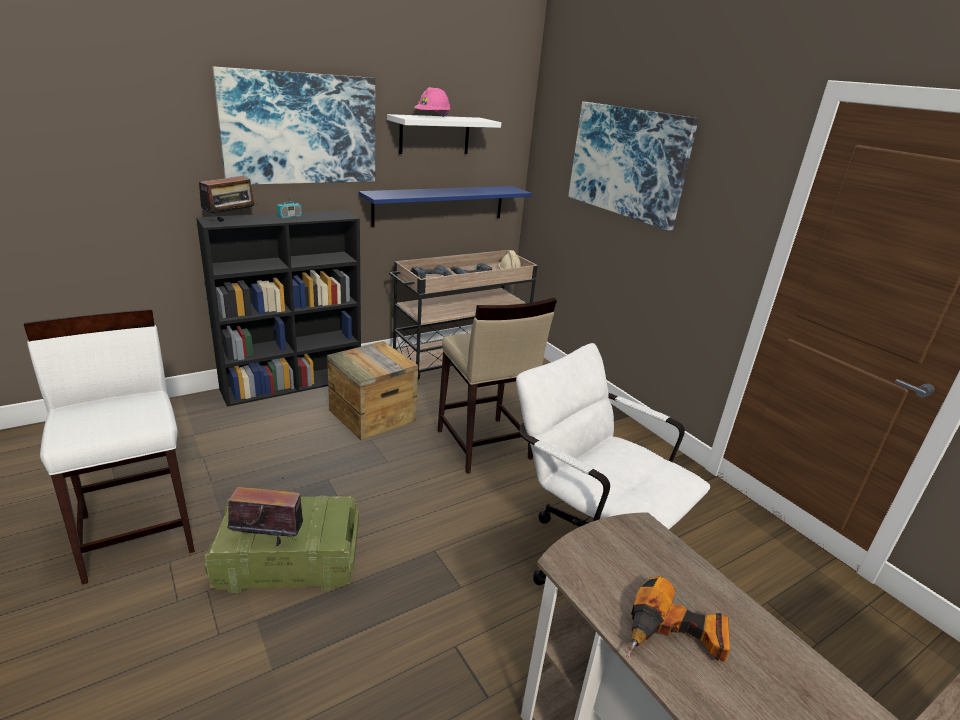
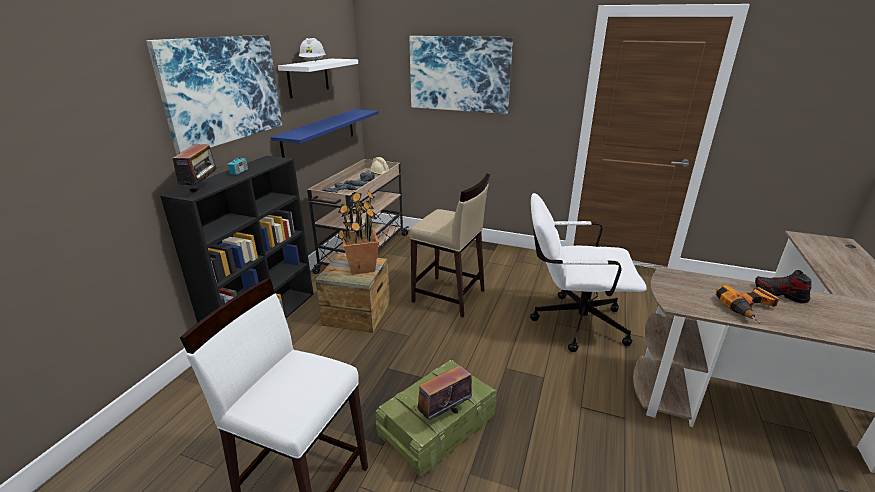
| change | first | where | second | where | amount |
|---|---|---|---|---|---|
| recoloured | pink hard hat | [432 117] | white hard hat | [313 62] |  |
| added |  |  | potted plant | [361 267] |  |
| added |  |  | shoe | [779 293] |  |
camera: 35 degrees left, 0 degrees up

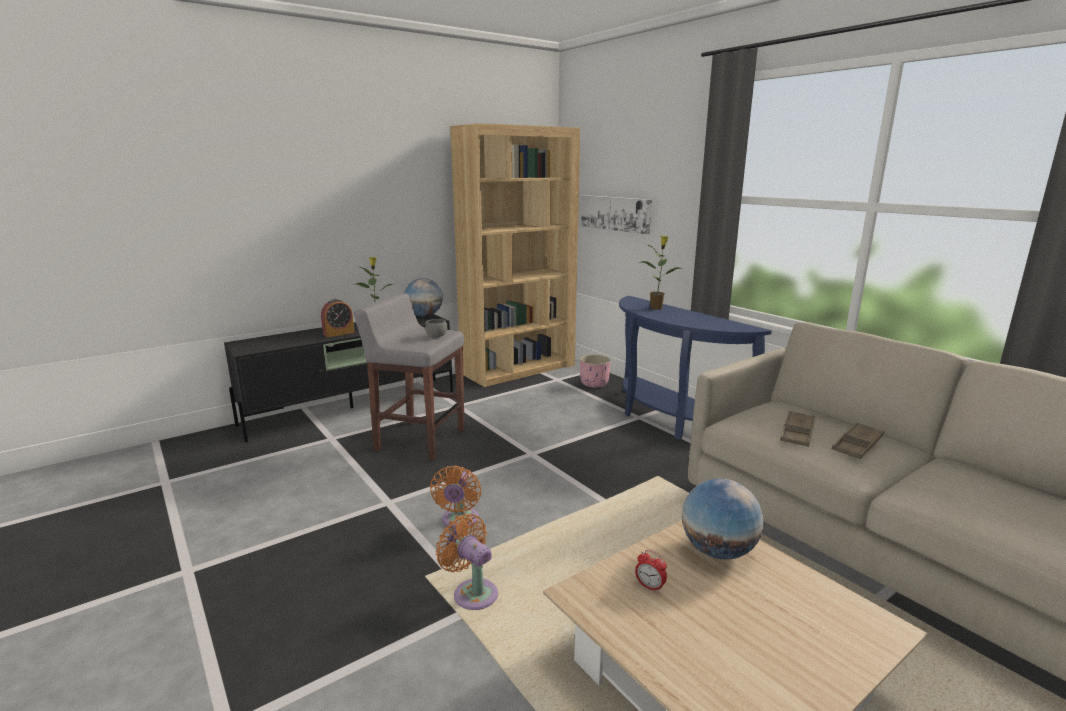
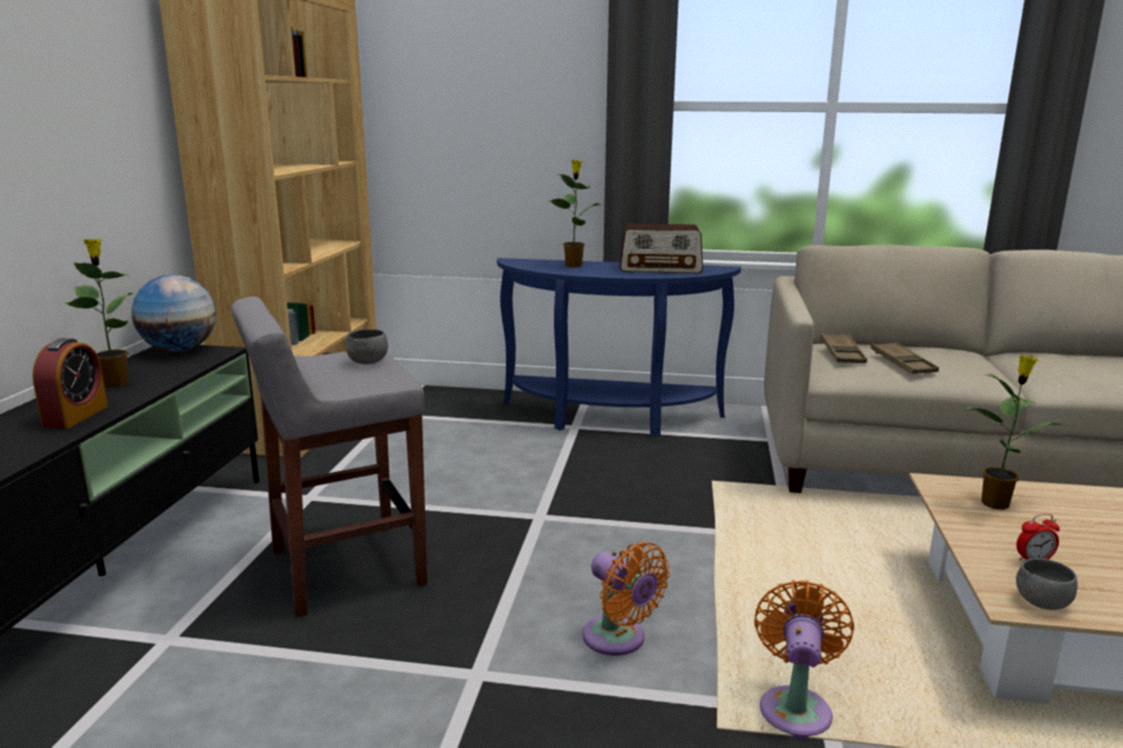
| change | first | where | second | where | amount |
|---|---|---|---|---|---|
| turned | orange fan | [472 592] |  | [795 707] | 105 degrees clockwise |
| removed | pink planter | [594 384] |  |  |  |
| removed | picture | [615 213] |  |  |  |
| replaced | globe | [717 551] | potted plant | [996 503] |  |
| moved | brown tray | [857 445] |  | [842 353] |  |
| added |  |  | radio | [661 268] |  |
| added |  |  | grey bowl | [1041 603] |  |
camera: 45 degrees left, 0 degrees up

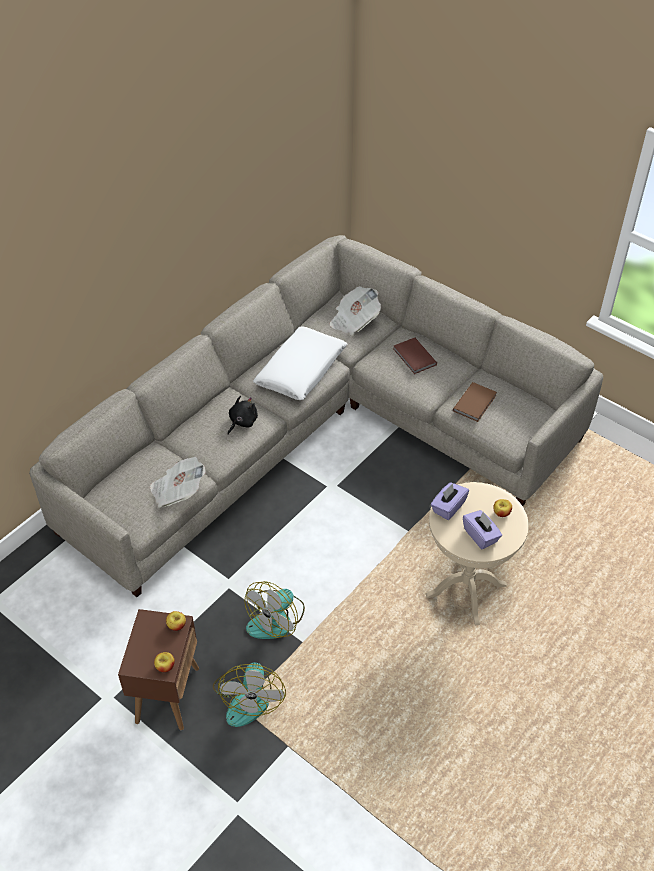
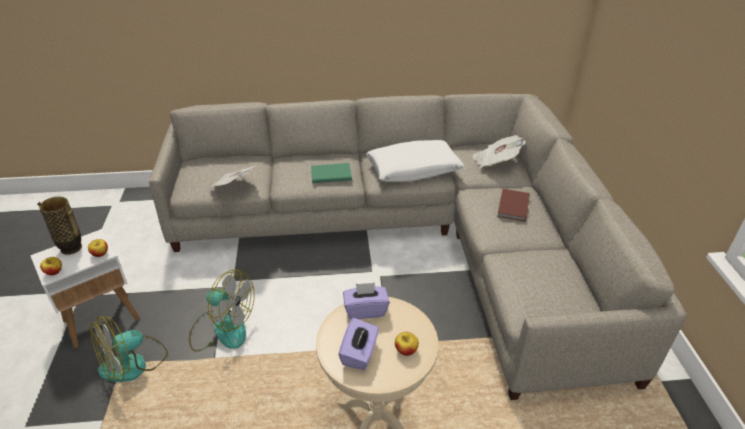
| change | first | where | second | where | amount |
|---|---|---|---|---|---|
| recoloured | brown side table | [167 694] | white side table | [102 319] |  |
| replaced | black plush toy | [242 422] | green book | [330 174] |  |
| turned | fan | [276 619] |  | [222 328] | 150 degrees counterclockwise |
| removed | brown book | [476 403] |  |  |  |
| added |  |  | vase | [71 248] |  |
camera: 45 degrees right, 10 degrees down

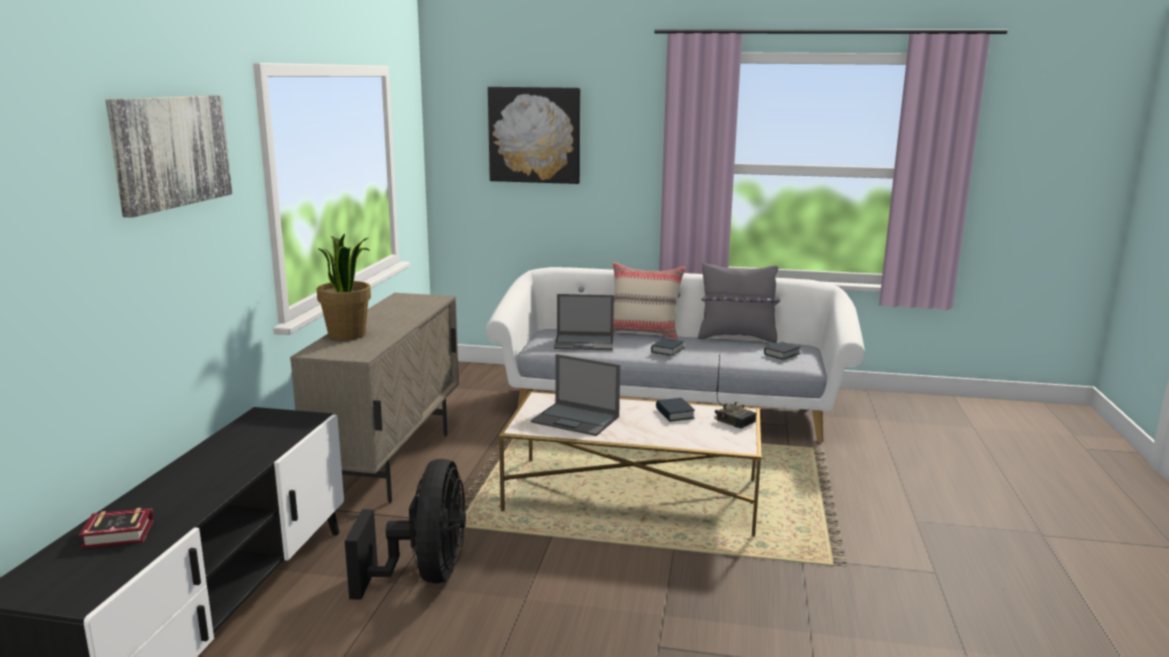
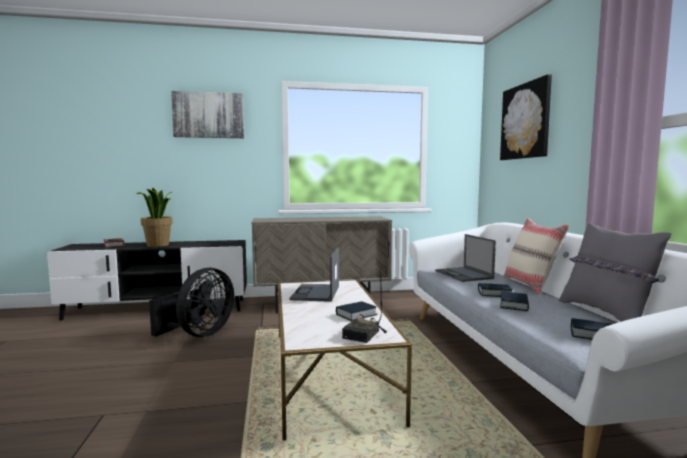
| change | first | where | second | where | amount |
|---|---|---|---|---|---|
| moved | potted plant | [348 335] |  | [158 245] |  |
| turned | black fan | [425 575] |  | [199 334] | 45 degrees counterclockwise |
| added |  |  | book | [514 305] |  |
camera: 70 degrees right, 10 degrees down

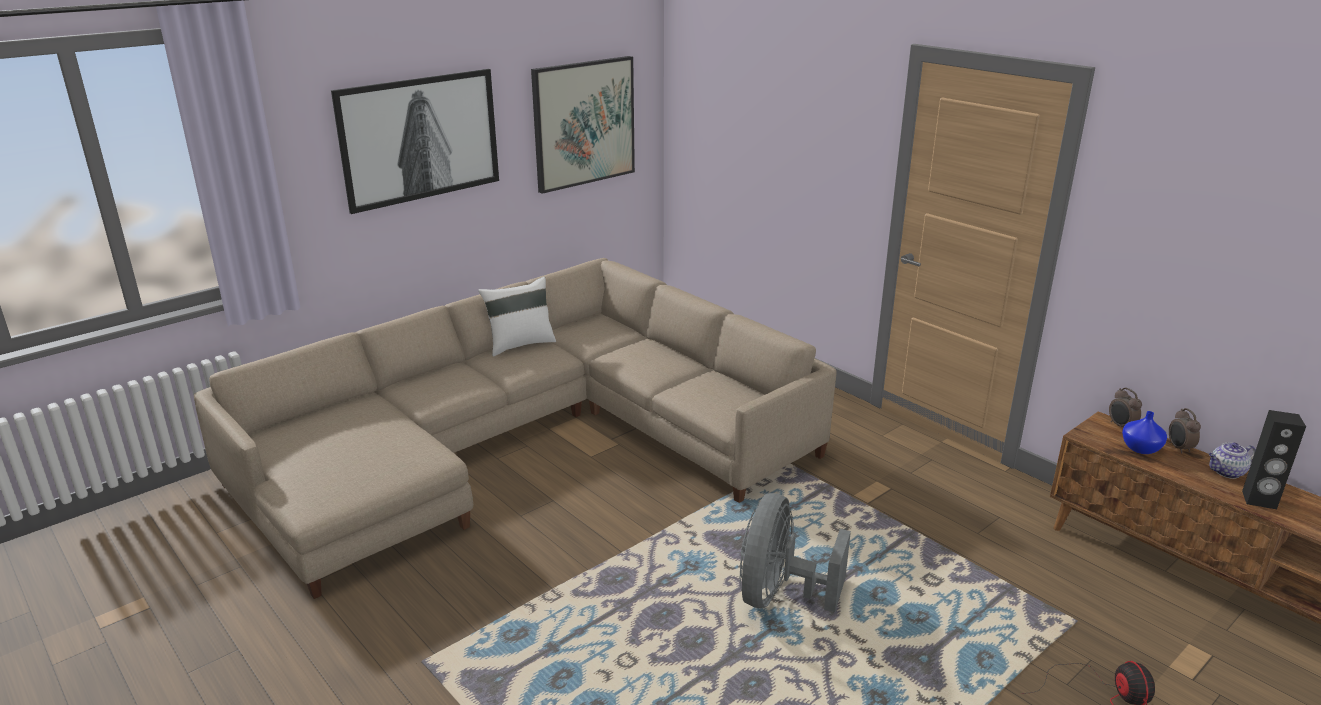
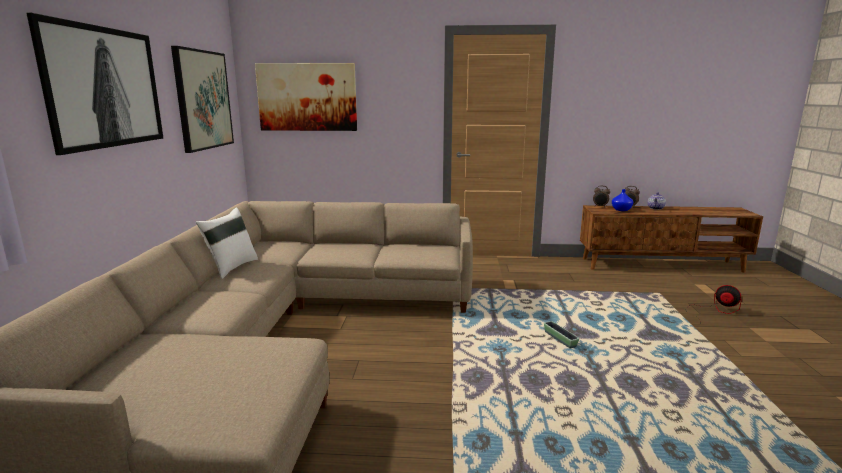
| change | first | where | second | where | amount |
|---|---|---|---|---|---|
| replaced | grey fan | [779 595] | planter | [560 340] |  |
| removed | black speaker | [1259 500] |  |  |  |
| added |  |  | picture | [307 97] |  |
camera: 45 degrees left, 10 degrees down

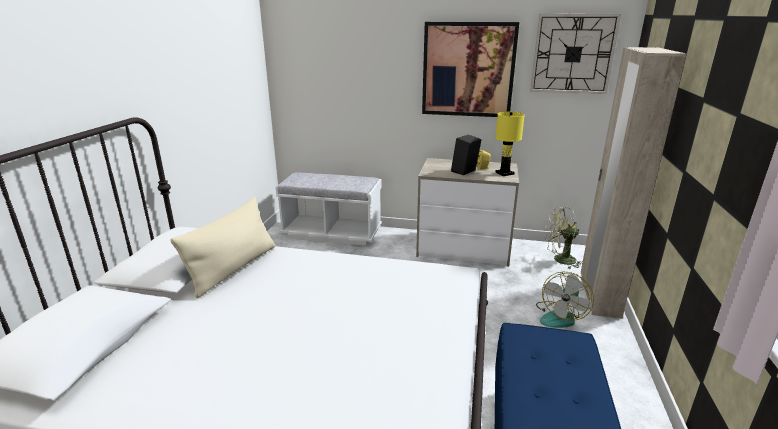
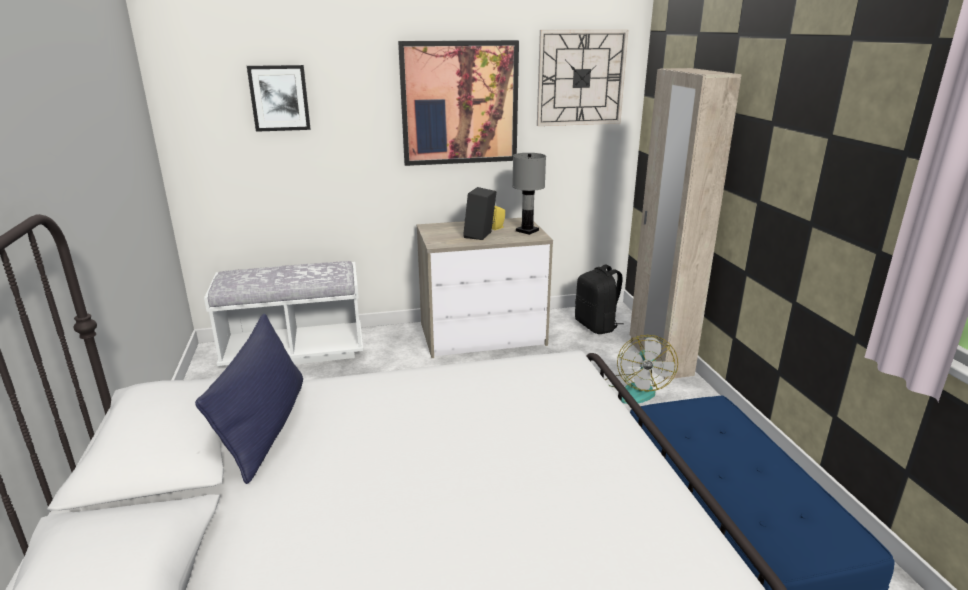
| change | first | where | second | where | amount |
|---|---|---|---|---|---|
| recoloured | beige pillow | [233 268] | blue pillow | [266 427] |  |
| recoloured | yellow table lamp | [504 173] | grey table lamp | [527 230] |  |
| replaced | green fan | [560 260] | black backpack | [597 326] |  |
| added |  |  | picture | [279 98] |  |
camera: 25 degrees left, 0 degrees up

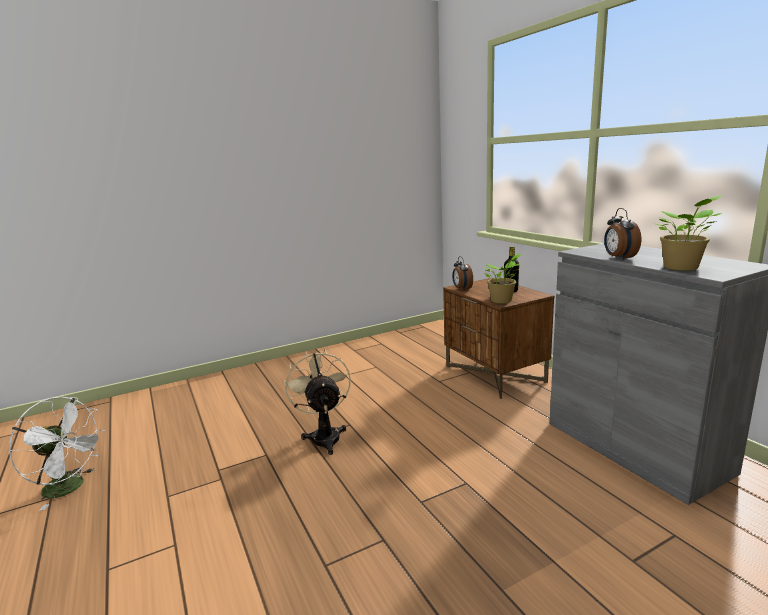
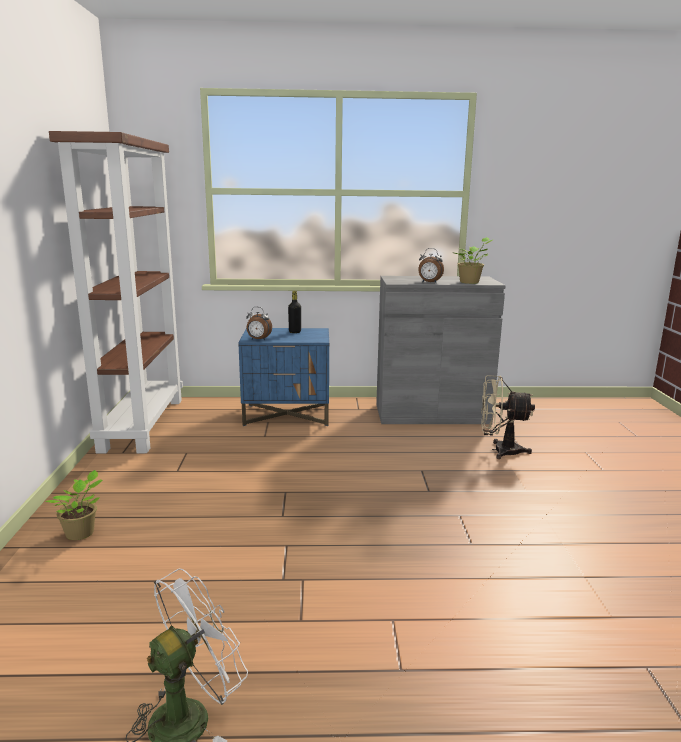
| change | first | where | second | where | amount |
|---|---|---|---|---|---|
| moved | beige fan | [324 436] |  | [499 450] |  |
| recoloured | brown nightstand | [495 374] | blue nightstand | [287 415] |  |
| moved | potted plant | [502 301] |  | [82 533] |  |
| added |  |  | brown bookcase | [142 423] |  |
camera: 65 degrees left, 0 degrees up

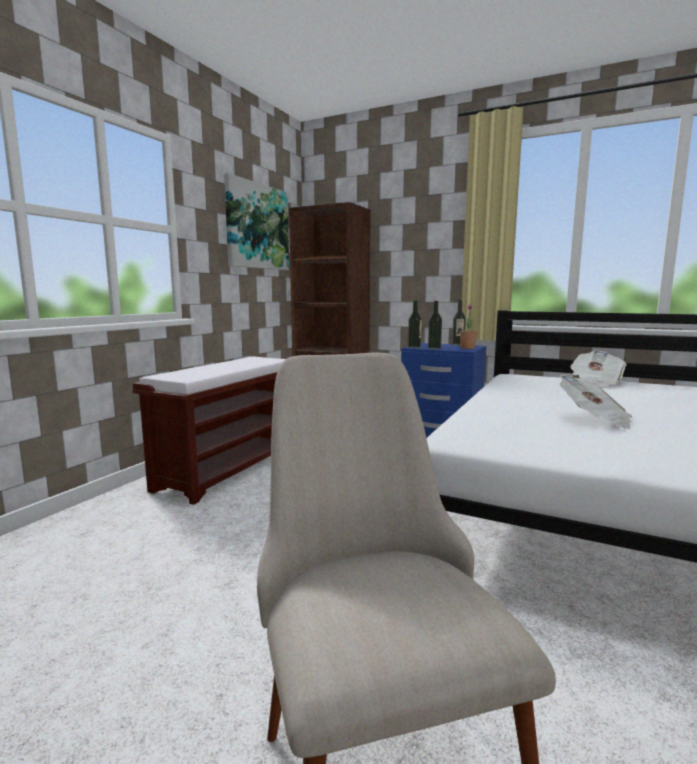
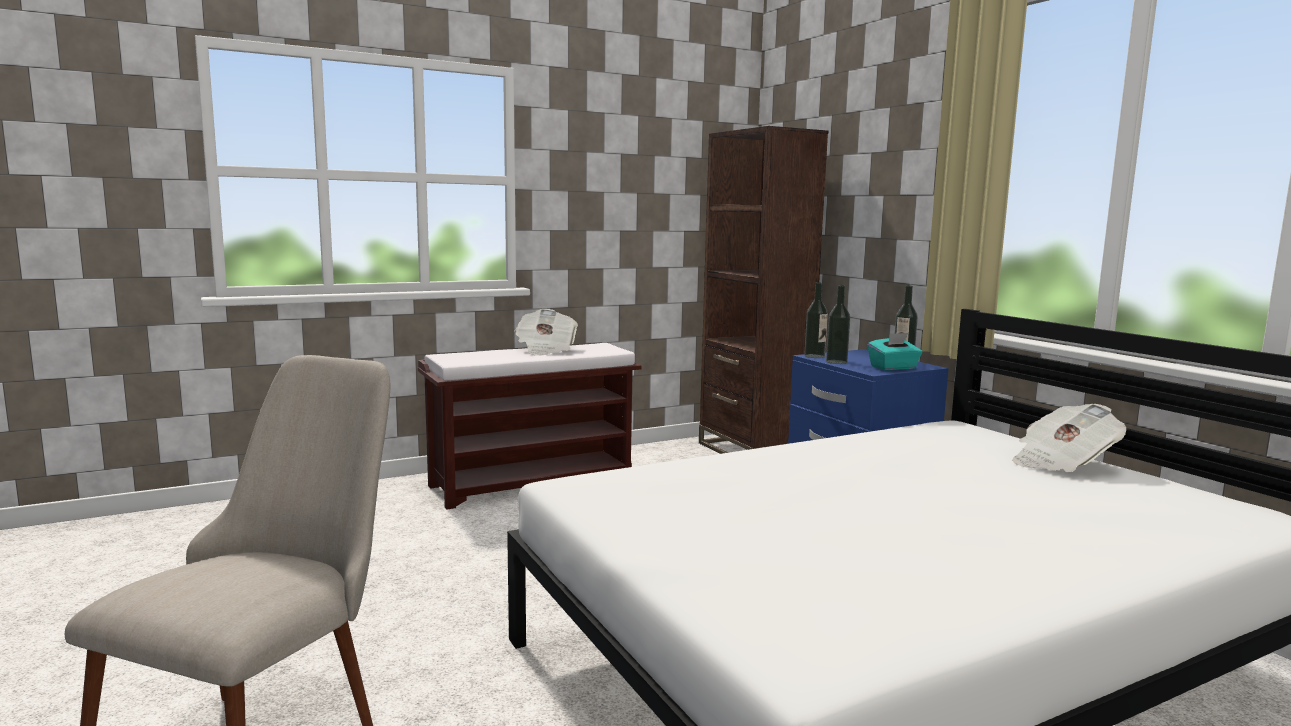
| change | first | where | second | where | amount |
|---|---|---|---|---|---|
| removed | picture | [257 226] |  |  |  |
| replaced | potted plant | [467 348] | turquoise tissue box | [893 368] |  |
| moved | newspaper | [594 420] |  | [545 350] |  |
camera: 35 degrees right, 0 degrees up

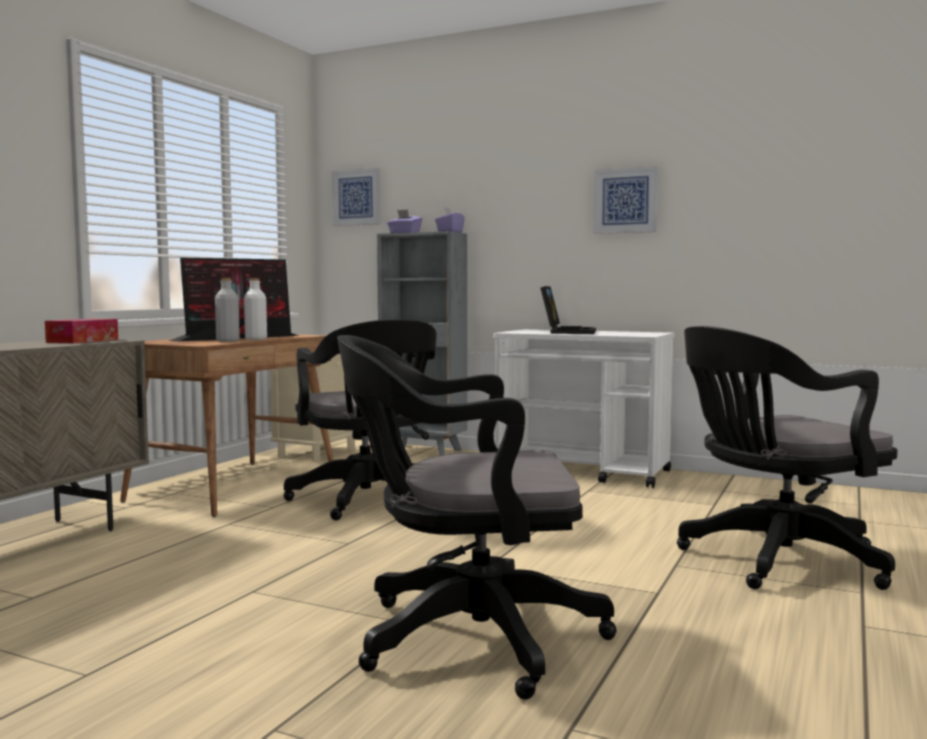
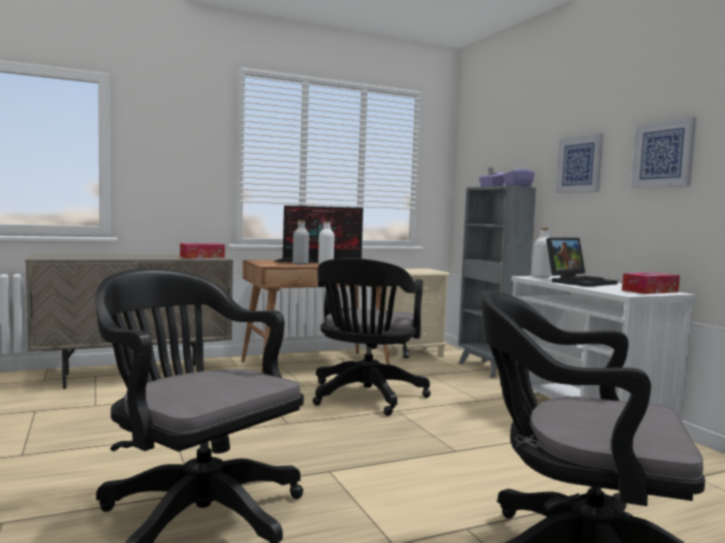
| change | first | where | second | where | amount |
|---|---|---|---|---|---|
| moved | picture | [356 197] |  | [579 164] |  |
| added |  |  | white bottle | [541 277] |  |
| added |  |  | tissue box | [650 291] |  |
camera: 40 degrees right, 0 degrees up

